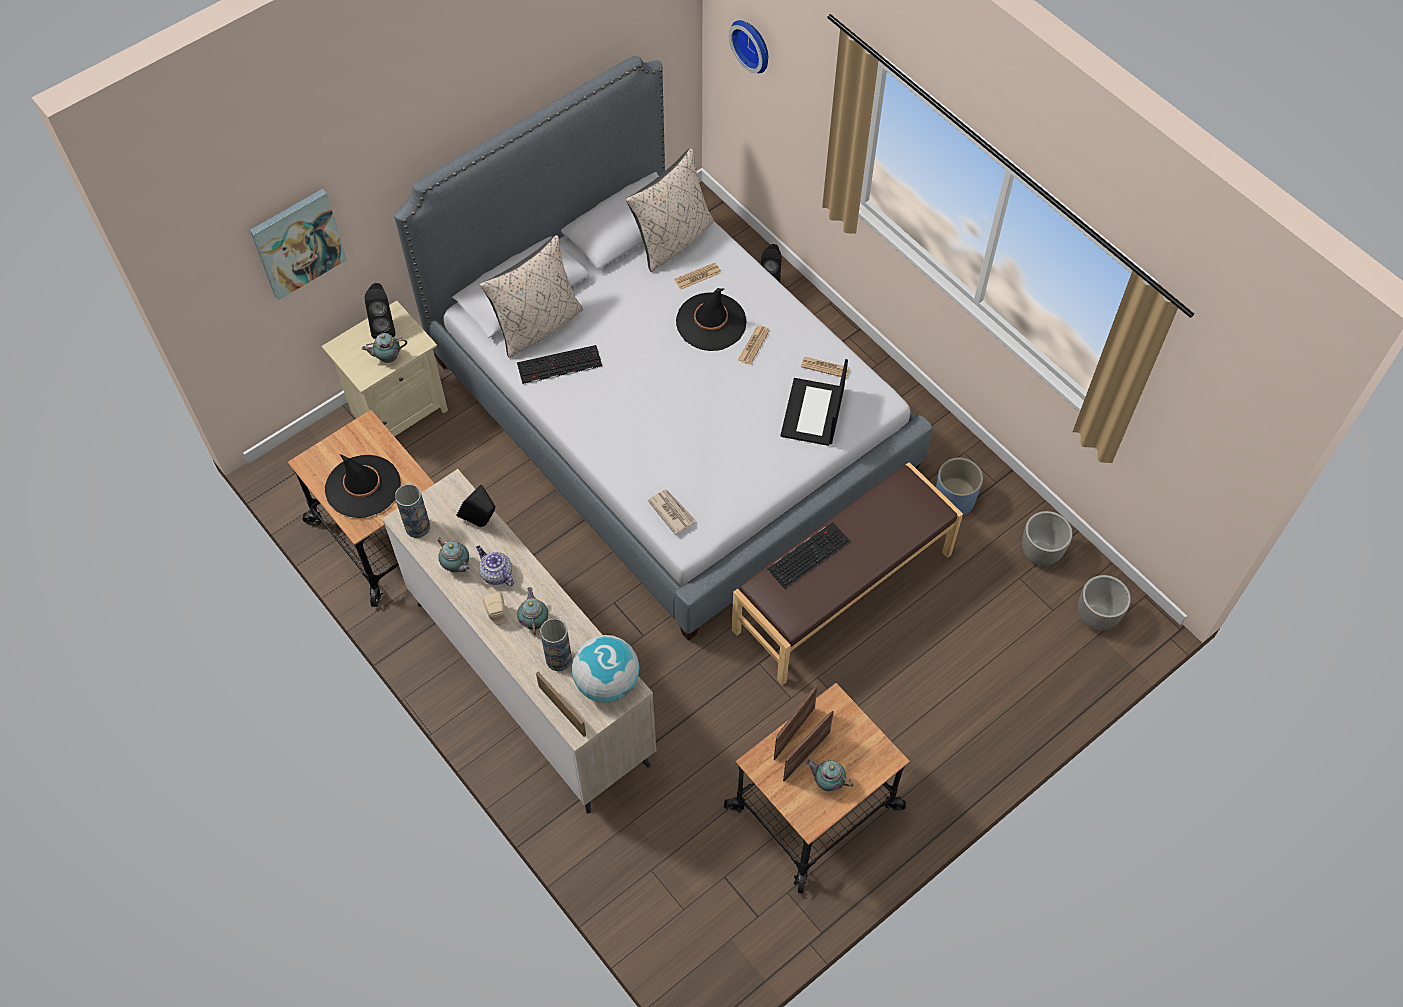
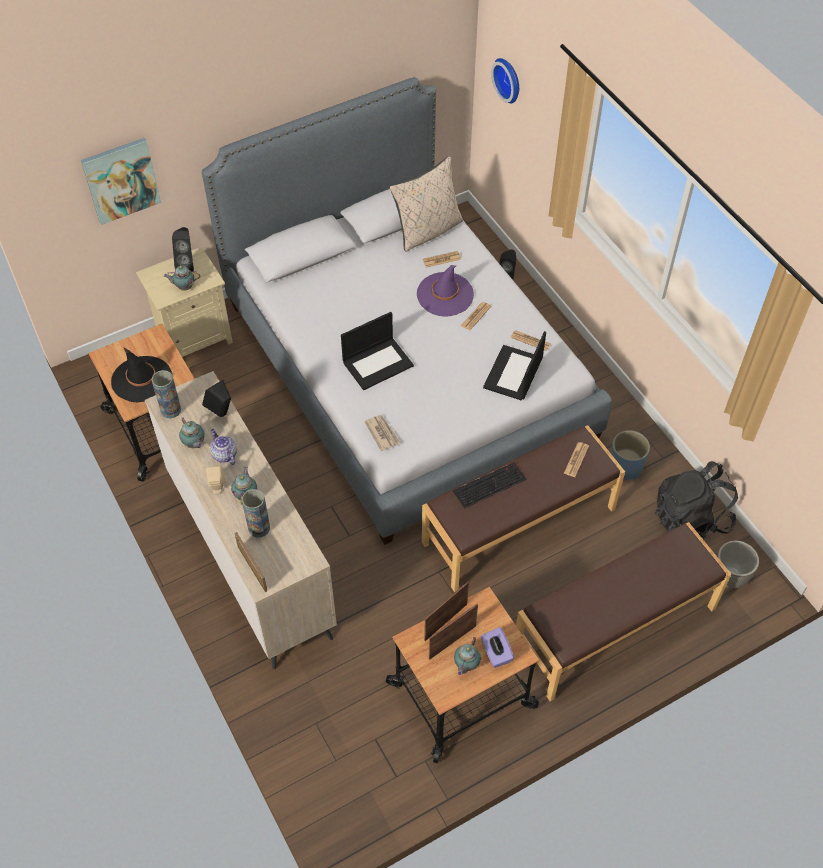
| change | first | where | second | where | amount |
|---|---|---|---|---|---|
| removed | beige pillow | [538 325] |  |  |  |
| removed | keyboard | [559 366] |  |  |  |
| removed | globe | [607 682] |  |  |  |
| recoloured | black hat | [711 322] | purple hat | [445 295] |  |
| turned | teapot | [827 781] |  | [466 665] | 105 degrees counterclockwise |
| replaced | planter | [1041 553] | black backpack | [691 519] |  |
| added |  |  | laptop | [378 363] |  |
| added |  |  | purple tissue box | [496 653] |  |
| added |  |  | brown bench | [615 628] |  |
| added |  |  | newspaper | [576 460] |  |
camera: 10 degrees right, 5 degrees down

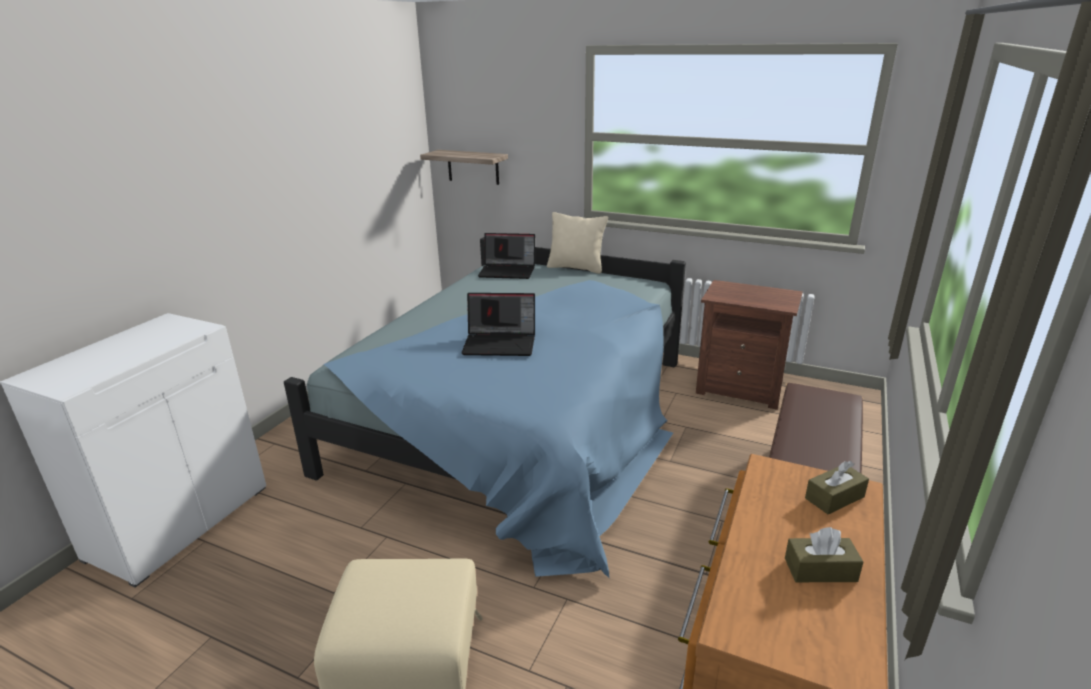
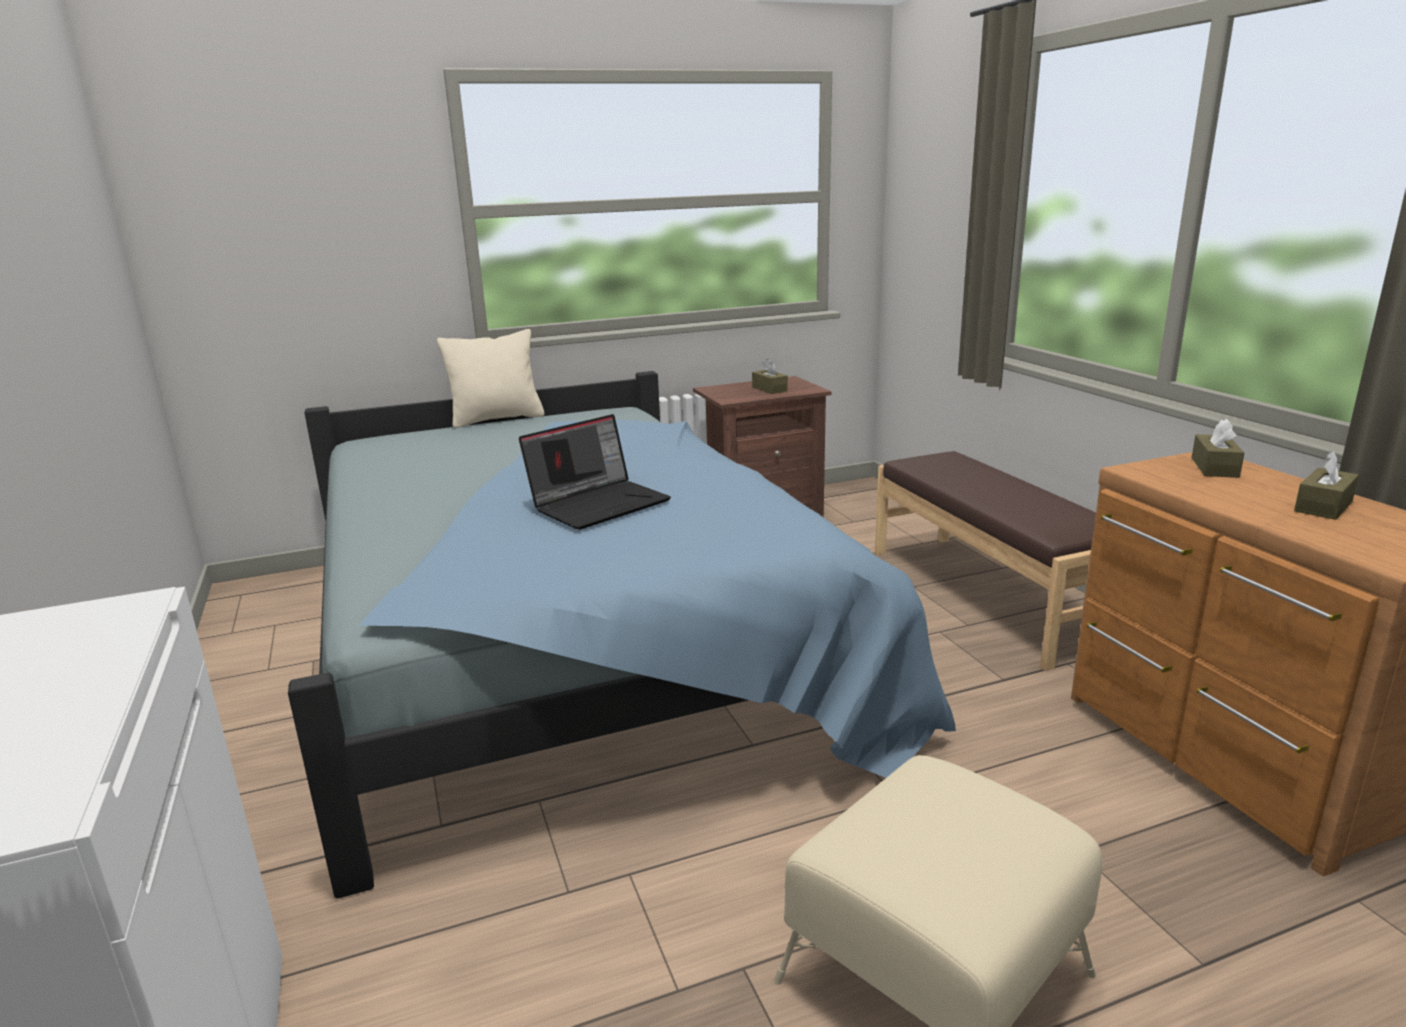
| change | first | where | second | where | amount |
|---|---|---|---|---|---|
| removed | shelf | [473 167] |  |  |  |
| removed | laptop | [508 271] |  |  |  |
| added |  |  | brown tissue box | [769 389] |  |
camera: 45 degrees left, 5 degrees down

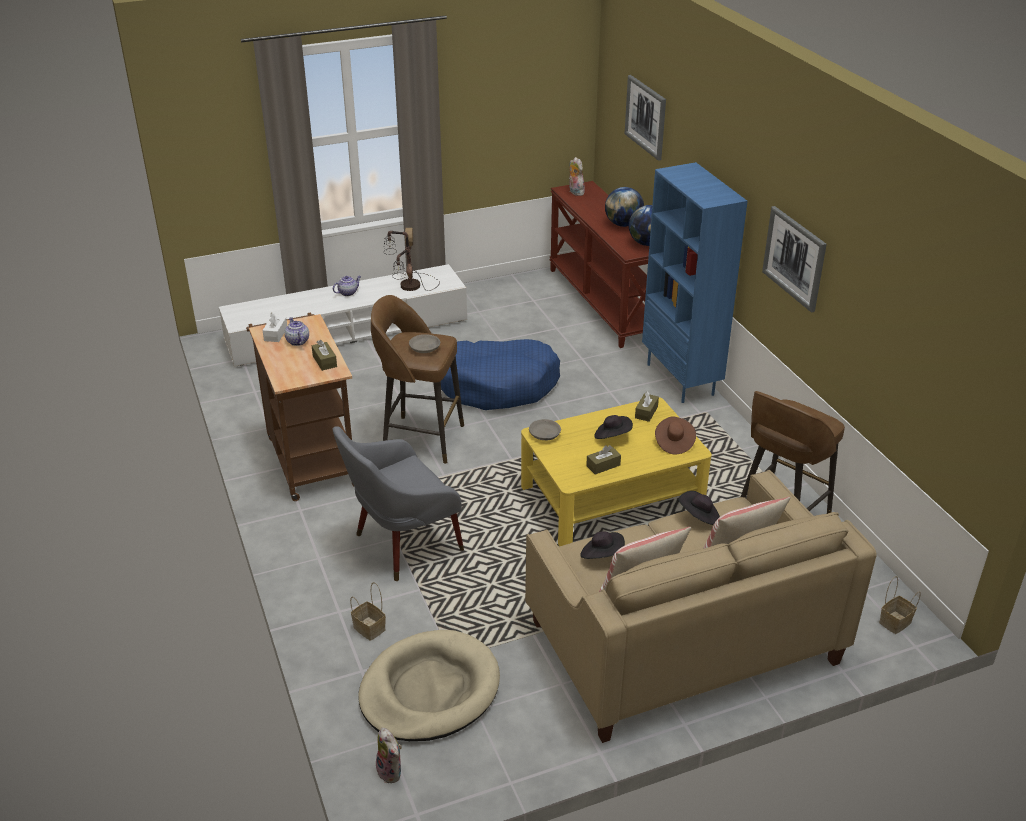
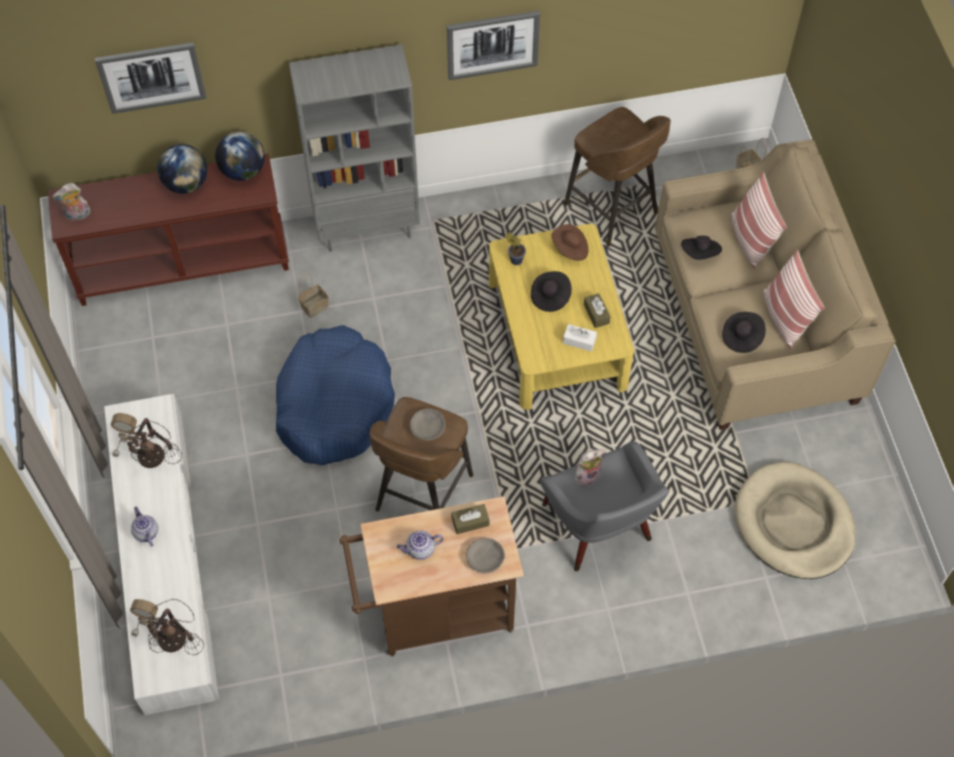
| change | first | where | second | where | amount |
|---|---|---|---|---|---|
| moved | white tissue box | [275 334] |  | [579 341] |  |
| moved | basket | [368 628] |  | [314 307] |  |
| moved | plush toy | [391 771] |  | [587 474] |  |
| moved | grey bowl | [544 435] |  | [485 558] |  |
| replaced | brown tissue box | [646 412] | potted plant | [515 259] |  |
| recoloured | blue bookcase | [681 379] | grey bookcase | [367 227] |  |
| added |  |  | table lamp | [173 640] |  |
camera: 80 degrees left, 25 degrees up

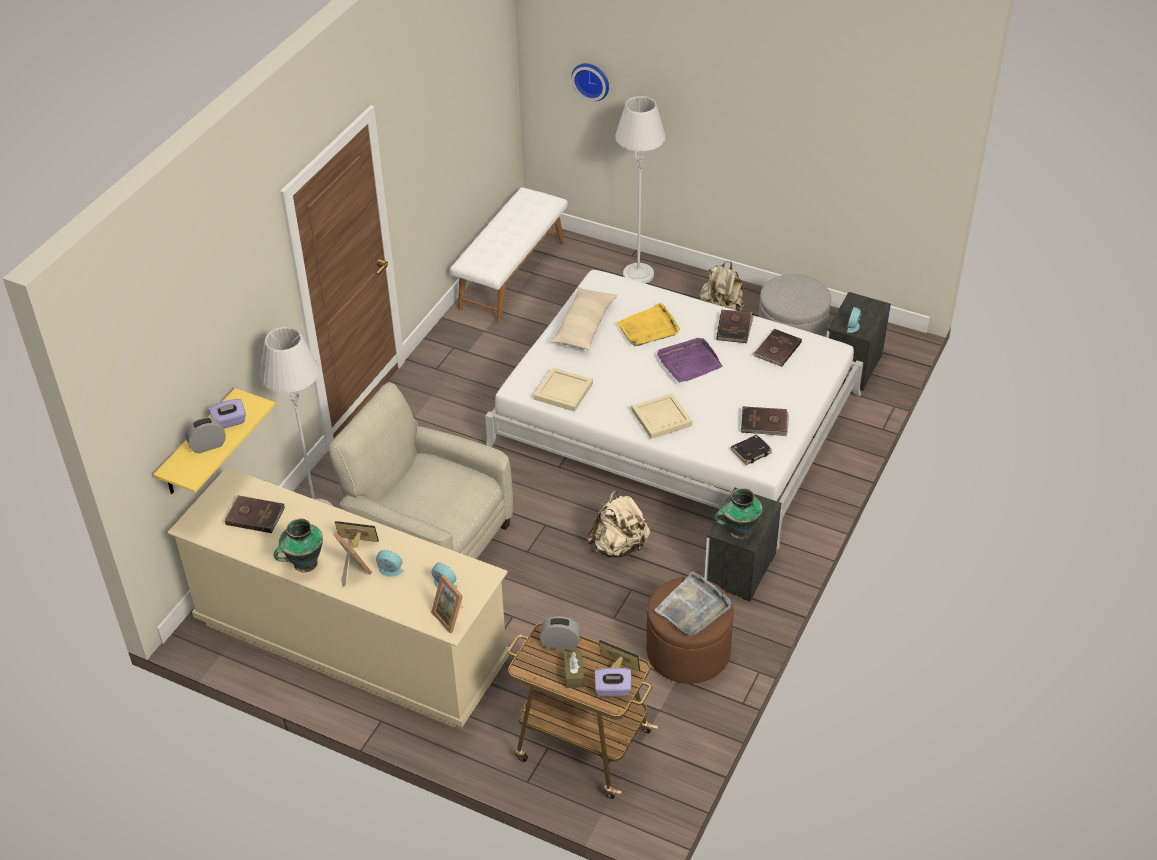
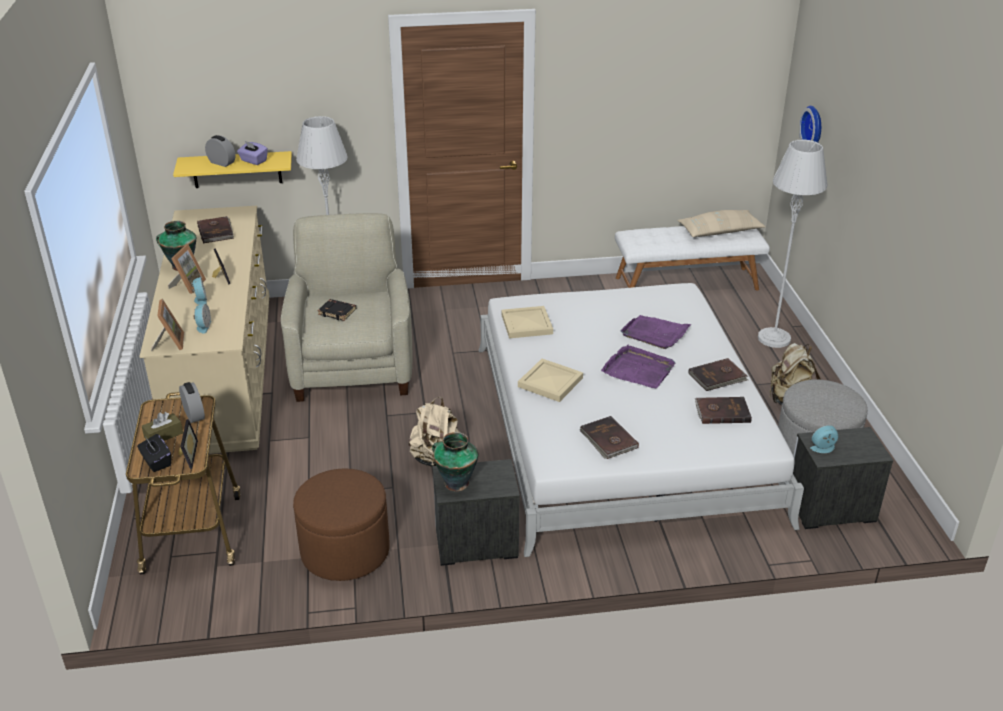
| change | first | where | second | where | amount |
|---|---|---|---|---|---|
| turned | picture frame | [452 616] |  | [170 343] | 150 degrees clockwise |
| moved | beige pillow | [584 326] |  | [720 232] |  |
| recoloured | purple tissue box | [613 690] | black tissue box | [156 462] |  |
| recoloured | yellow tray | [648 328] | purple tray | [655 333] |  |
| removed | grey tray | [693 608] |  |  |  |
| moved | black book | [751 451] |  | [338 312] |  |
camera: 55 degrees right, 10 degrees down

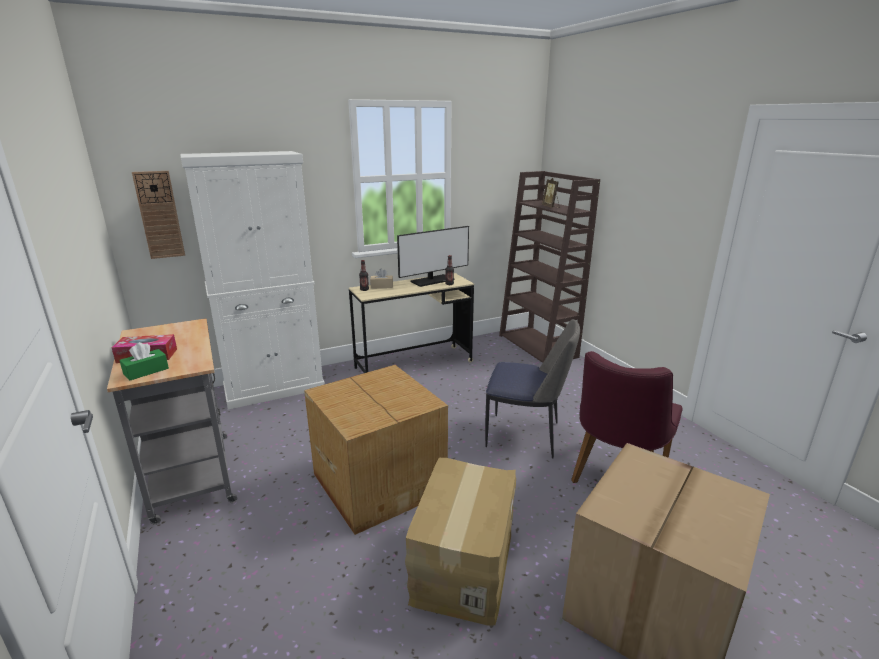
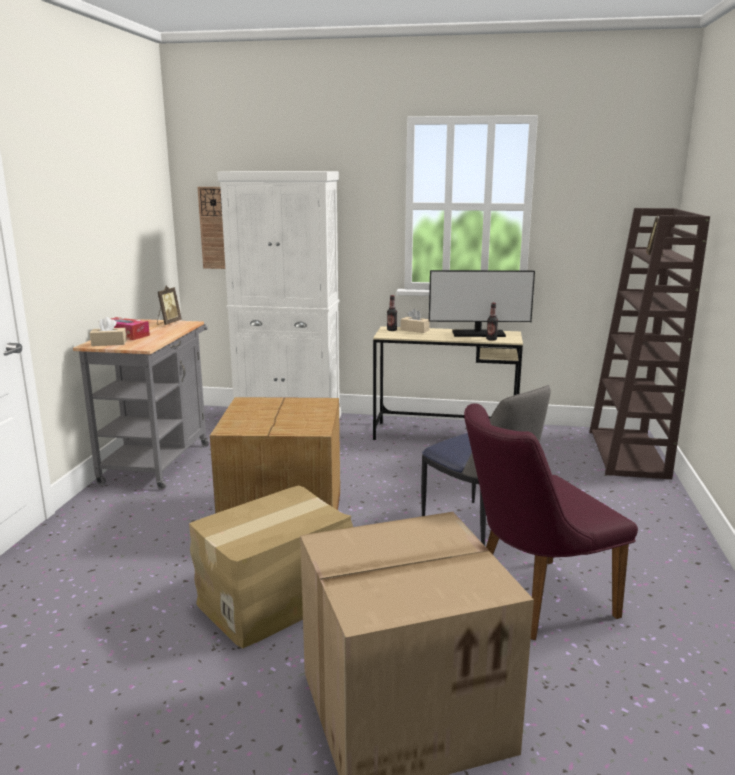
| change | first | where | second | where | amount |
|---|---|---|---|---|---|
| recoloured | green tissue box | [146 371] | beige tissue box | [109 343] |  |
| added |  |  | picture frame | [168 323] |  |
camera: 35 degrees right, 5 degrees down

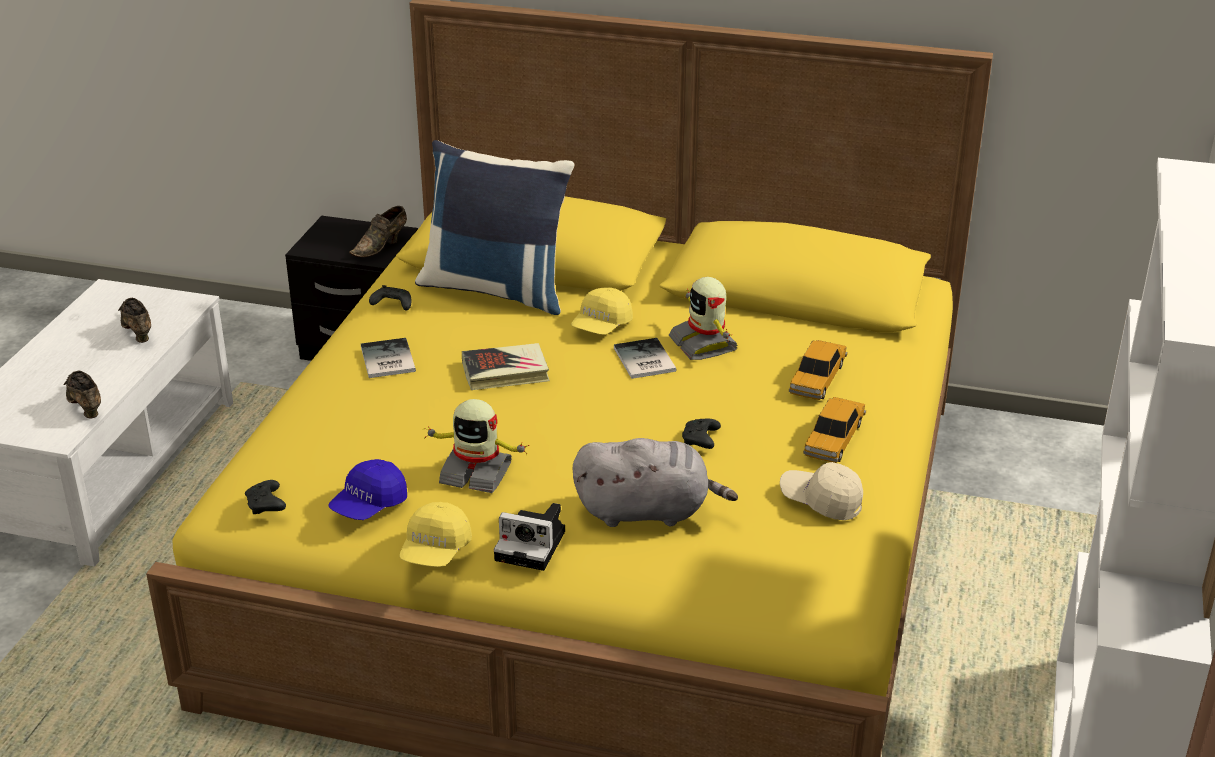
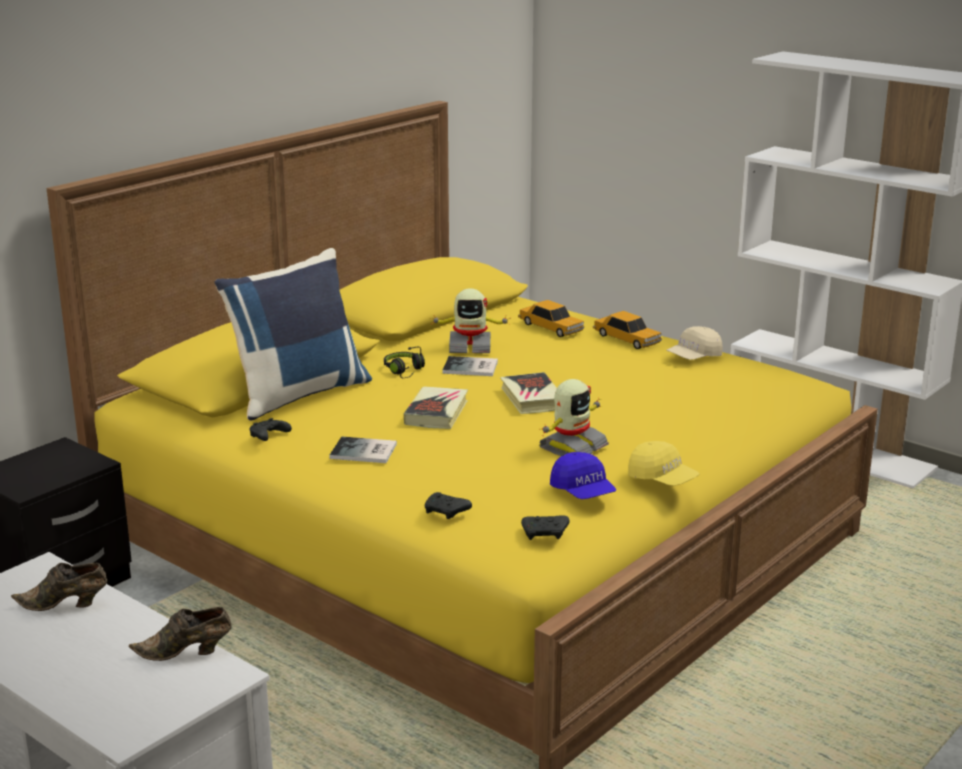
| change | first | where | second | where | amount |
|---|---|---|---|---|---|
| removed | brown shoe | [381 246] |  |  |  |
| removed | photo camera | [533 545] |  |  |  |
| replaced | yellow cap | [601 326] | black headphones | [404 371] |  |
| removed | grey plush toy | [648 511] |  |  |  |
| moved | black game controller | [701 440] |  | [446 512] |  |
| added |  |  | book | [532 398] |  |
camera: 65 degrees left, 10 degrees down

